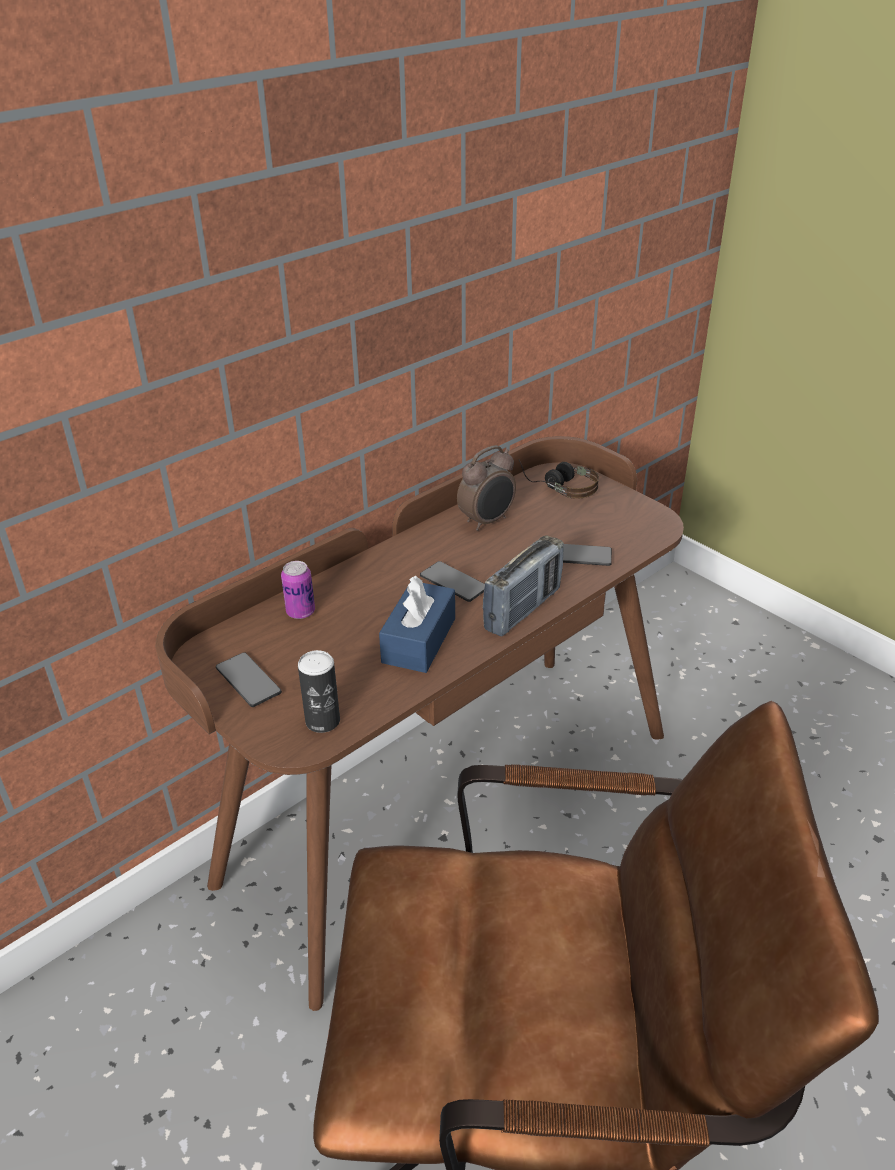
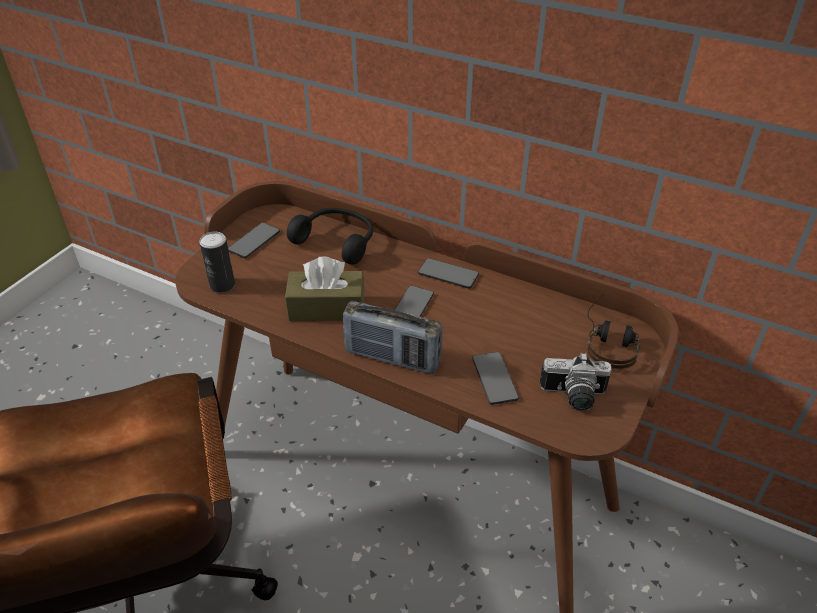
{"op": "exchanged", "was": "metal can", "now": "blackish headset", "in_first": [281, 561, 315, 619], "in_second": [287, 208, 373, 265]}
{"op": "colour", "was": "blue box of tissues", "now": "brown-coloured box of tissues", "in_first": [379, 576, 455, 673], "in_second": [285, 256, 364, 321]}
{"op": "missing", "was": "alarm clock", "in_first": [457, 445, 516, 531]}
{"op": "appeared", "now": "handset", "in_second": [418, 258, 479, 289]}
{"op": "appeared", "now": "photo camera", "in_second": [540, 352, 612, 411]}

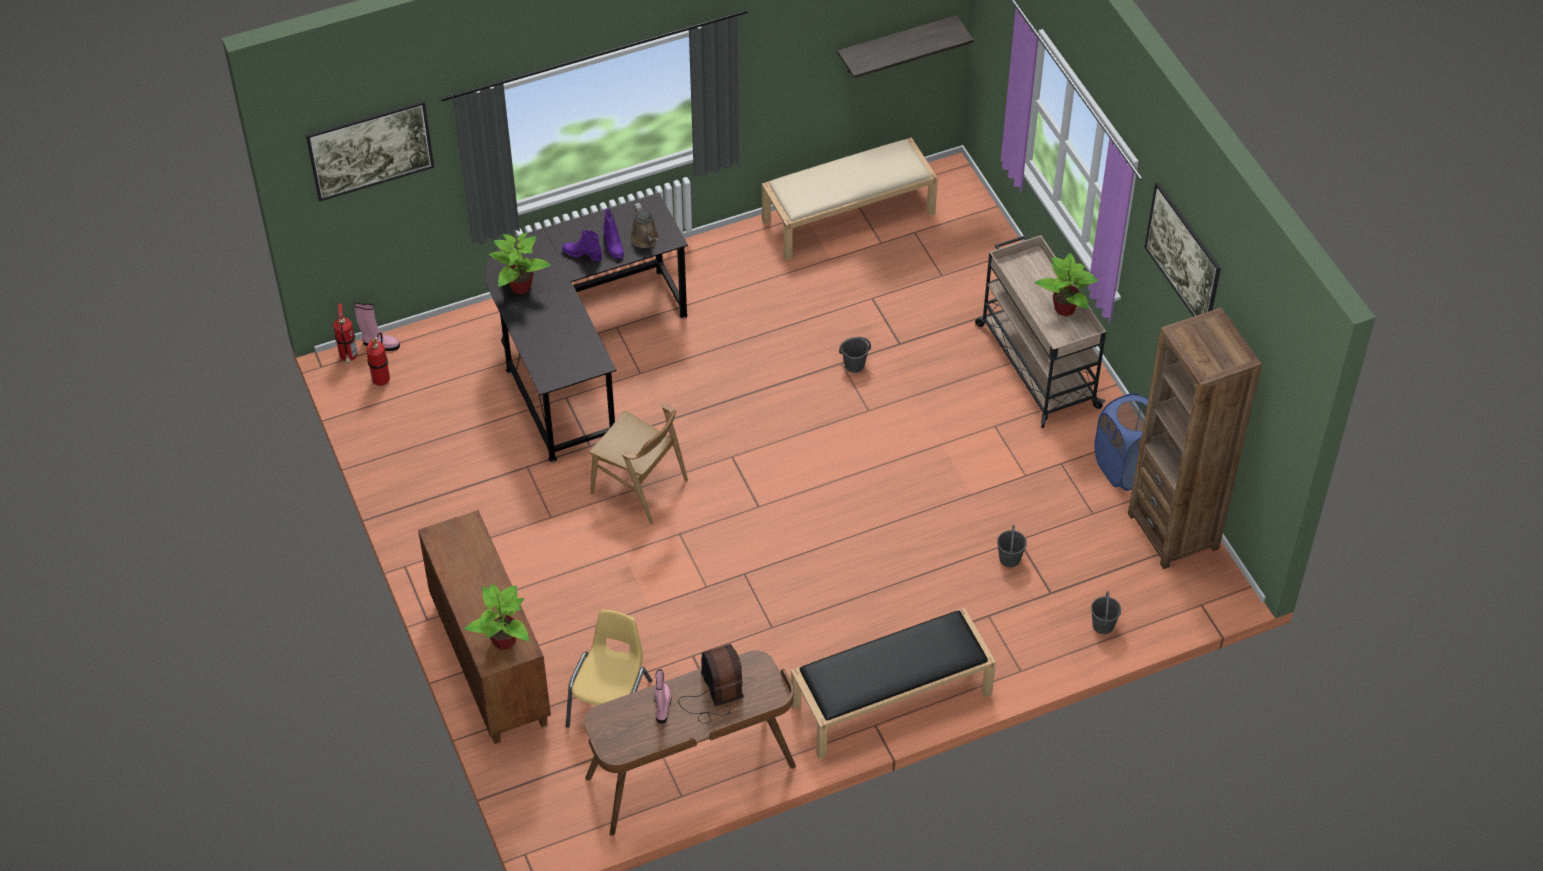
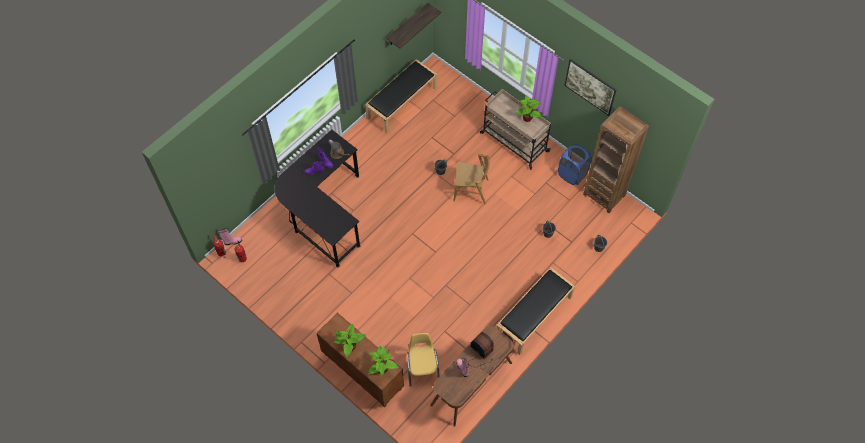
{"op": "missing", "was": "wall picture", "in_first": [306, 100, 434, 202]}
{"op": "relocated", "was": "plant in a pot", "in_first": [489, 233, 551, 295], "in_second": [334, 324, 366, 357]}
{"op": "relocated", "was": "brown-coloured upright chair", "in_first": [590, 403, 688, 524], "in_second": [453, 154, 490, 204]}
{"op": "colour", "was": "sand-coloured long seat", "now": "blackish long seat", "in_first": [762, 137, 938, 261], "in_second": [365, 59, 437, 134]}

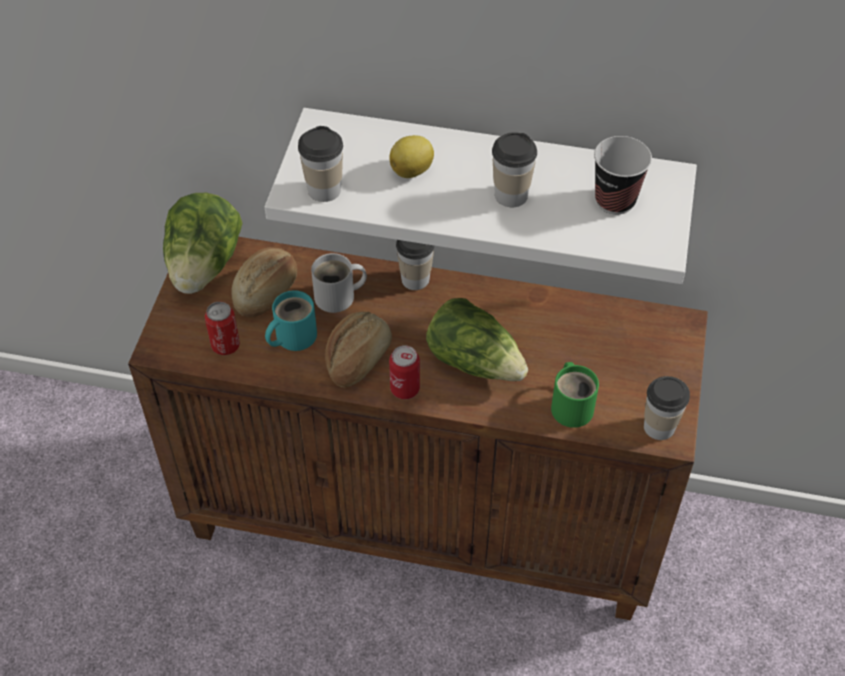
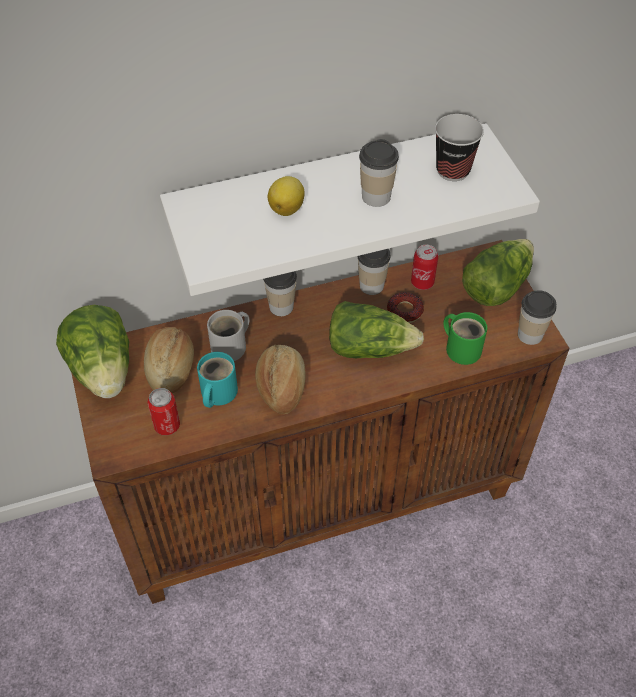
{"op": "relocated", "was": "cup", "in_first": [298, 126, 343, 202], "in_second": [357, 249, 390, 295]}
{"op": "relocated", "was": "metal can", "in_first": [389, 345, 420, 399], "in_second": [411, 245, 438, 290]}
{"op": "appeared", "now": "donut", "in_second": [387, 292, 424, 323]}
{"op": "appeared", "now": "lettuce", "in_second": [462, 239, 534, 306]}

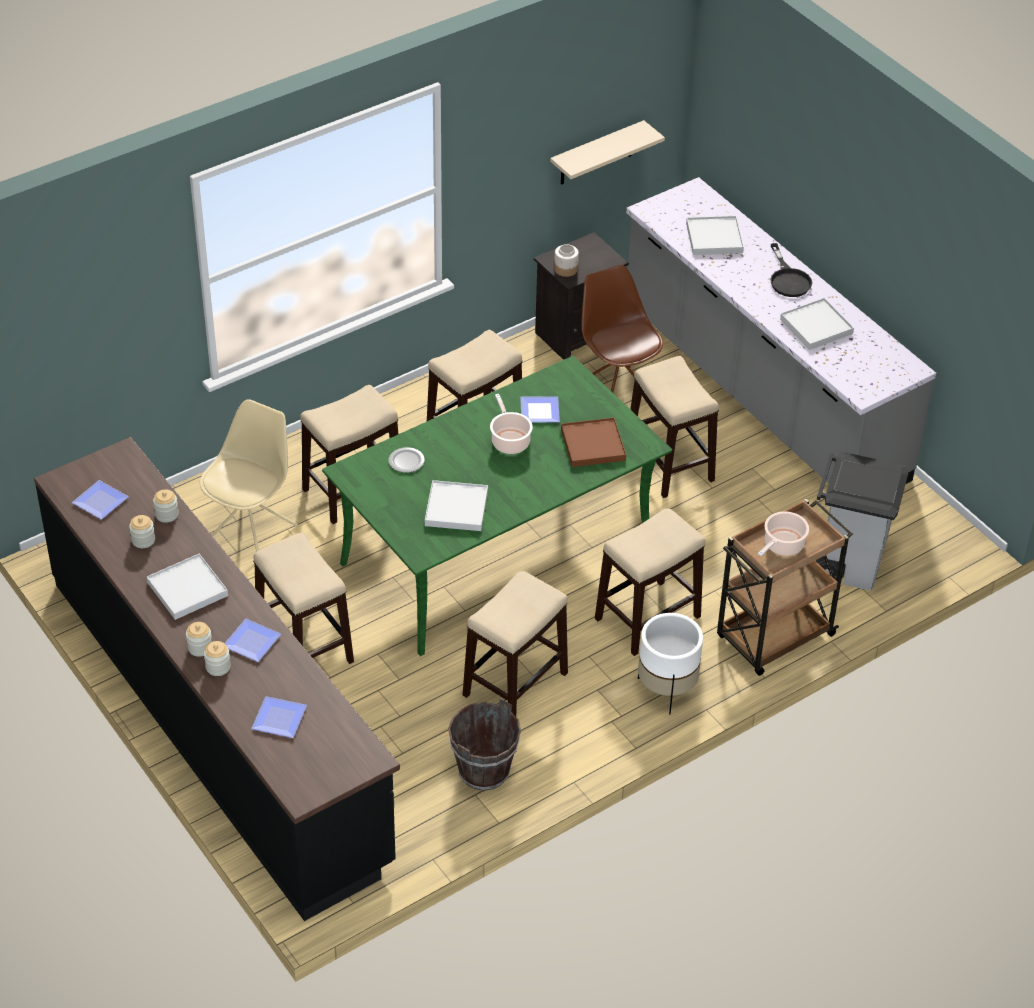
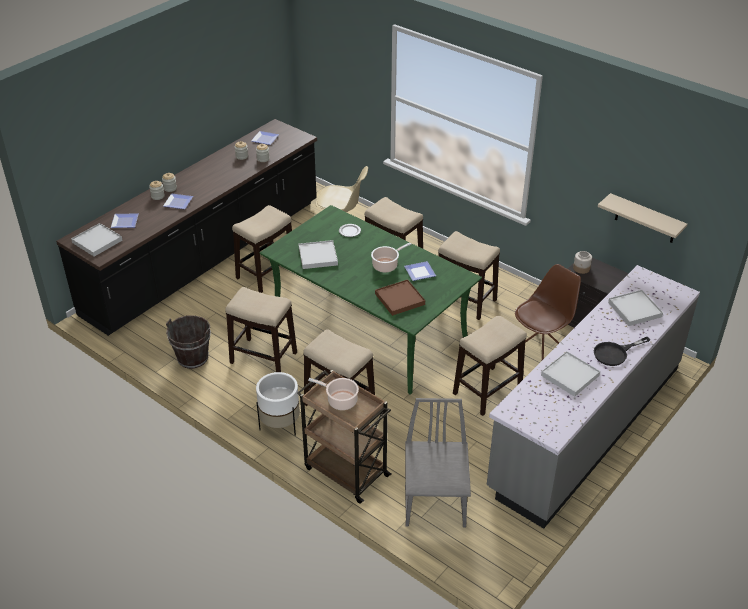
{"op": "relocated", "was": "white-coloured serving tray", "in_first": [147, 554, 228, 620], "in_second": [71, 223, 123, 257]}
{"op": "exchanged", "was": "grey trash can", "now": "grey upright chair", "in_first": [816, 452, 908, 591], "in_second": [405, 398, 471, 528]}

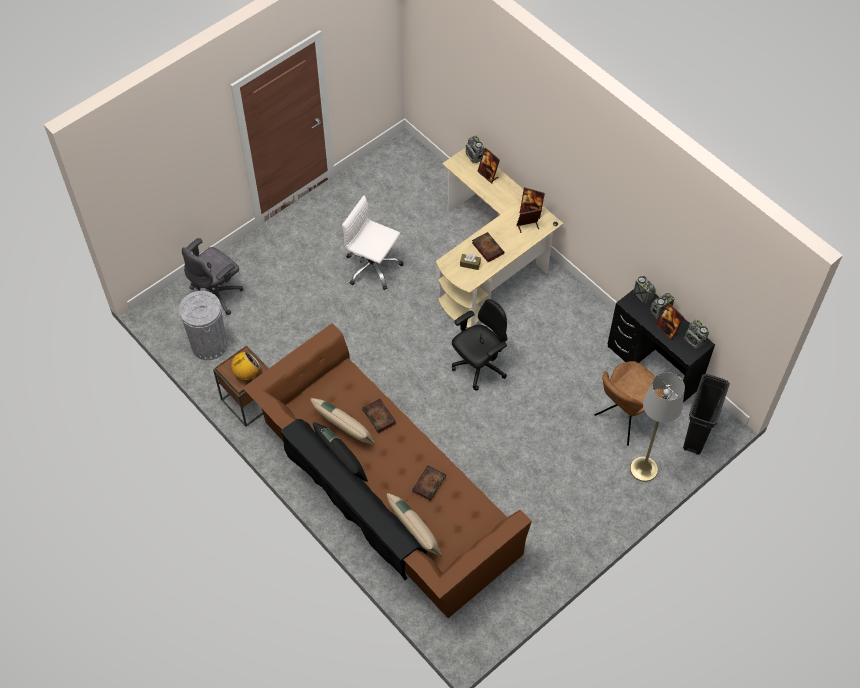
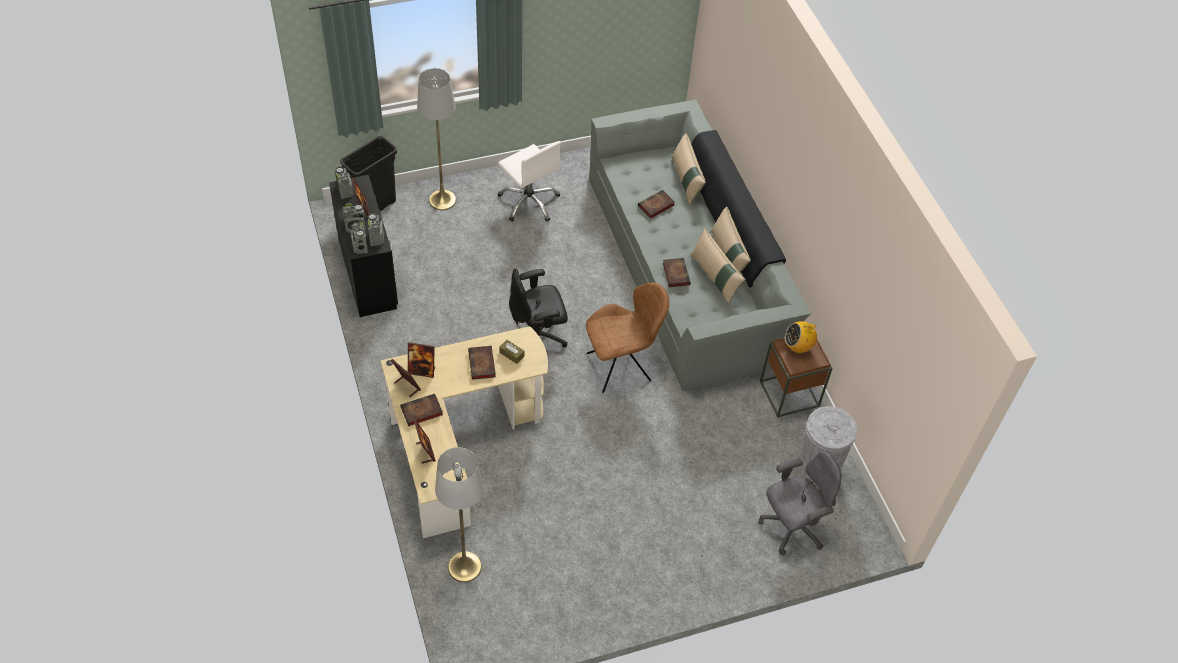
{"op": "colour", "was": "brown-coloured sofa", "now": "grey sofa", "in_first": [243, 323, 532, 618], "in_second": [589, 100, 811, 391]}
{"op": "colour", "was": "blackish pillow", "now": "sand-coloured pillow", "in_first": [313, 422, 368, 482], "in_second": [711, 206, 751, 273]}
{"op": "relocated", "was": "white-coloured desk chair", "in_first": [342, 196, 404, 290], "in_second": [498, 141, 561, 222]}
{"op": "relocated", "was": "radio set", "in_first": [466, 136, 484, 163], "in_second": [368, 213, 384, 246]}
{"op": "relocated", "was": "brown-coloured upright chair", "in_first": [595, 361, 665, 446], "in_second": [586, 282, 669, 393]}
{"op": "appeared", "now": "bound book", "in_second": [400, 394, 443, 426]}
{"op": "appeared", "now": "grey standing lamp", "in_second": [435, 447, 483, 582]}

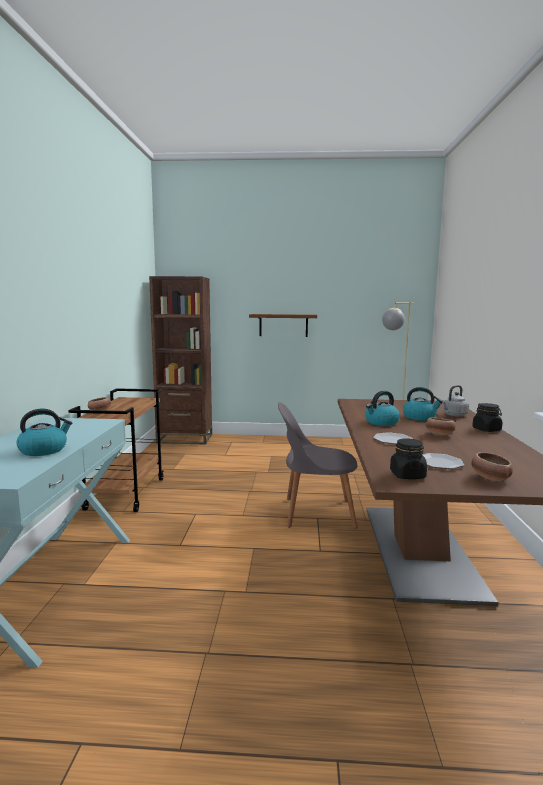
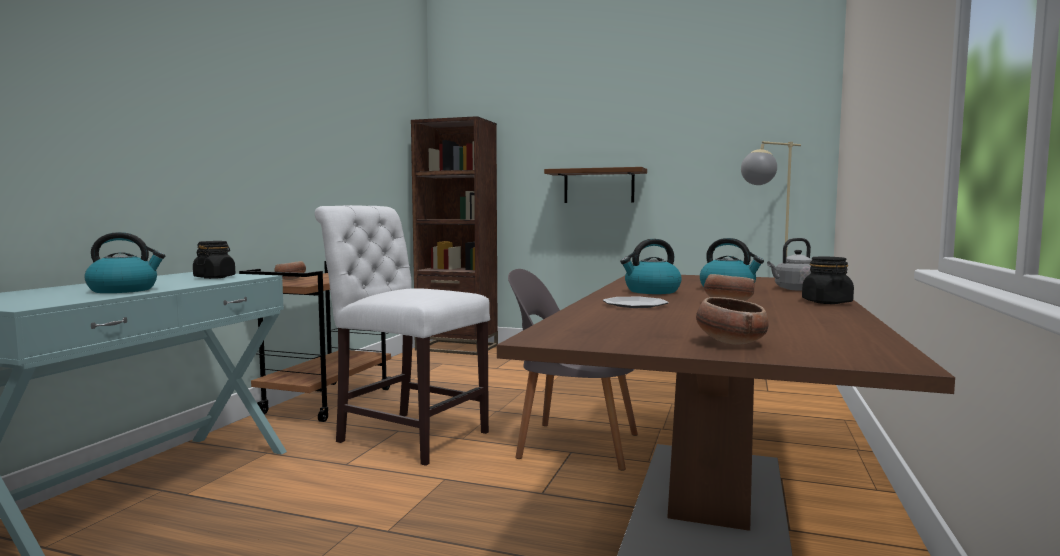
{"op": "relocated", "was": "blackish storage jar", "in_first": [390, 438, 427, 479], "in_second": [193, 241, 235, 279]}
{"op": "missing", "was": "dinner plate", "in_first": [422, 453, 464, 469]}
{"op": "appeared", "now": "white-coloured upright chair", "in_second": [315, 205, 490, 466]}

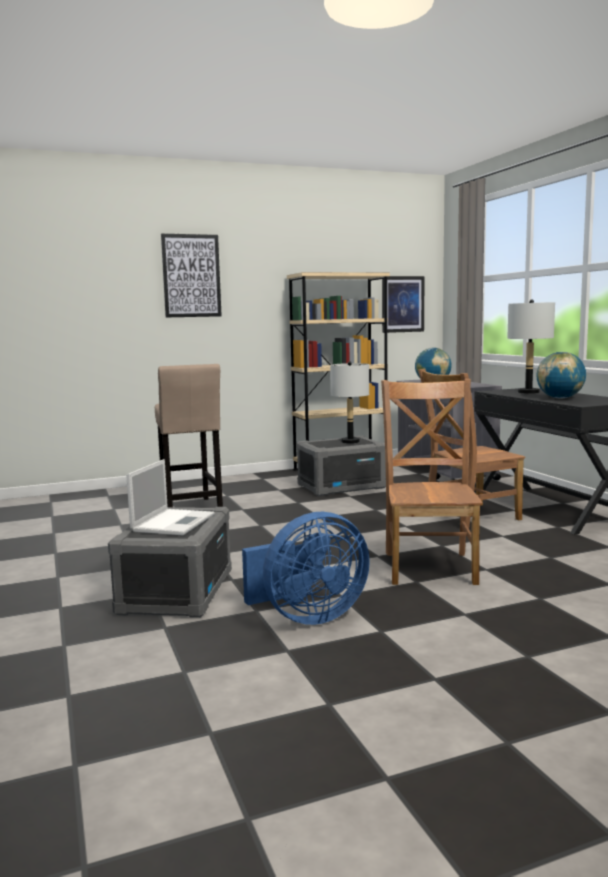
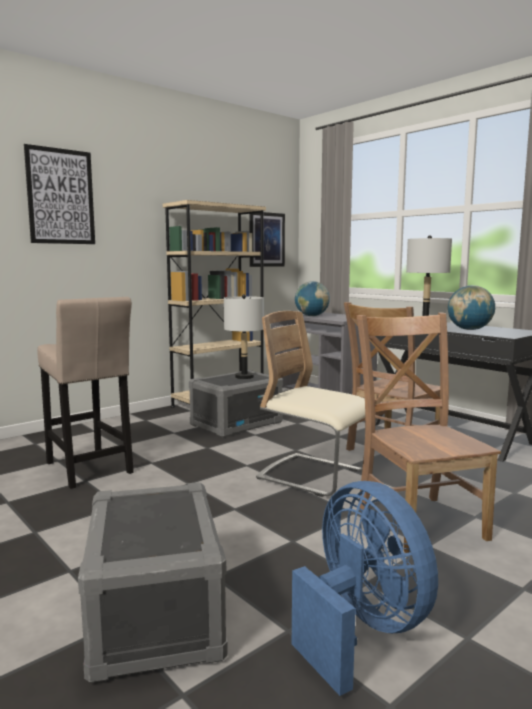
{"op": "missing", "was": "laptop", "in_first": [126, 459, 214, 535]}
{"op": "spun", "was": "blue fan", "in_first": [242, 512, 370, 625], "in_second": [292, 481, 438, 696], "clockwise": -75}
{"op": "appeared", "now": "sand-coloured upright chair", "in_second": [256, 311, 365, 497]}

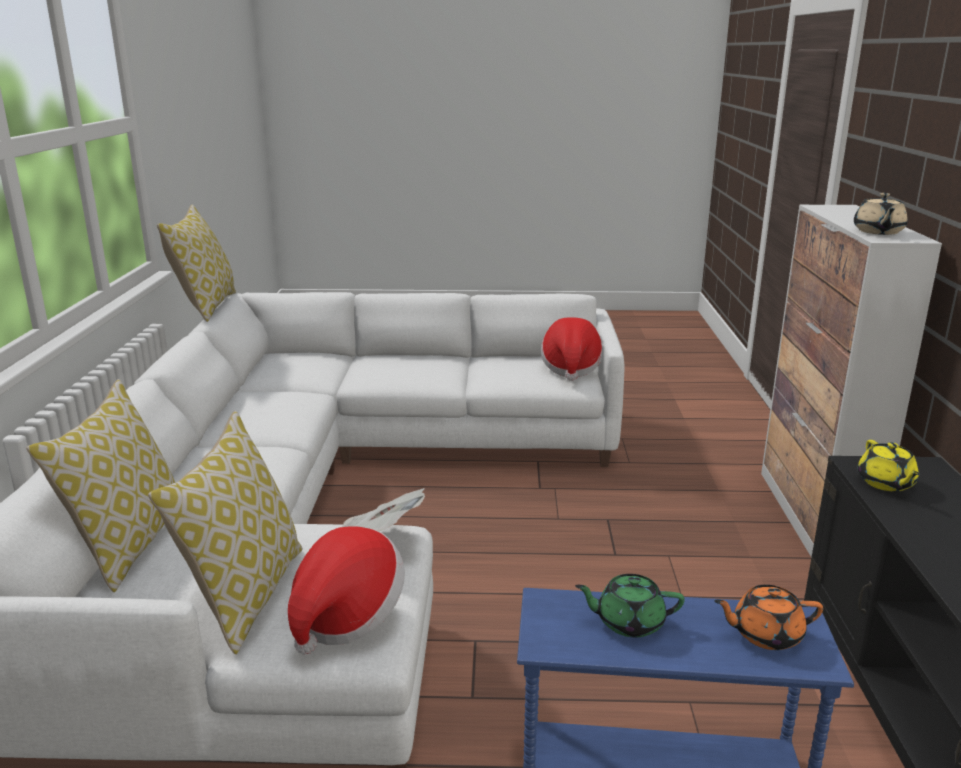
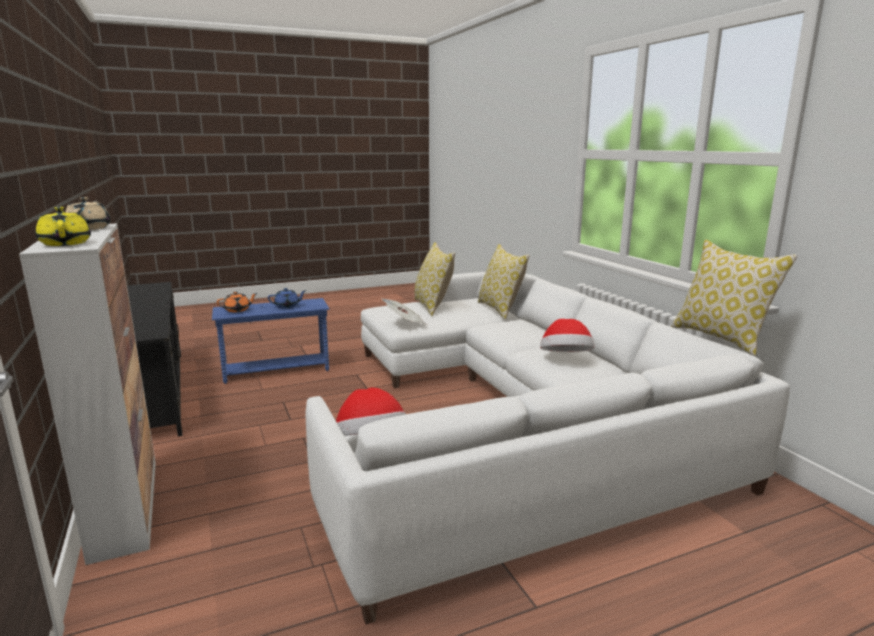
{"op": "relocated", "was": "hat", "in_first": [288, 526, 405, 655], "in_second": [540, 319, 594, 352]}
{"op": "colour", "was": "green-coloured teapot", "now": "blue teapot", "in_first": [575, 574, 684, 637], "in_second": [268, 288, 307, 308]}
{"op": "relocated", "was": "yellowish teapot", "in_first": [857, 440, 920, 492], "in_second": [35, 207, 91, 246]}

